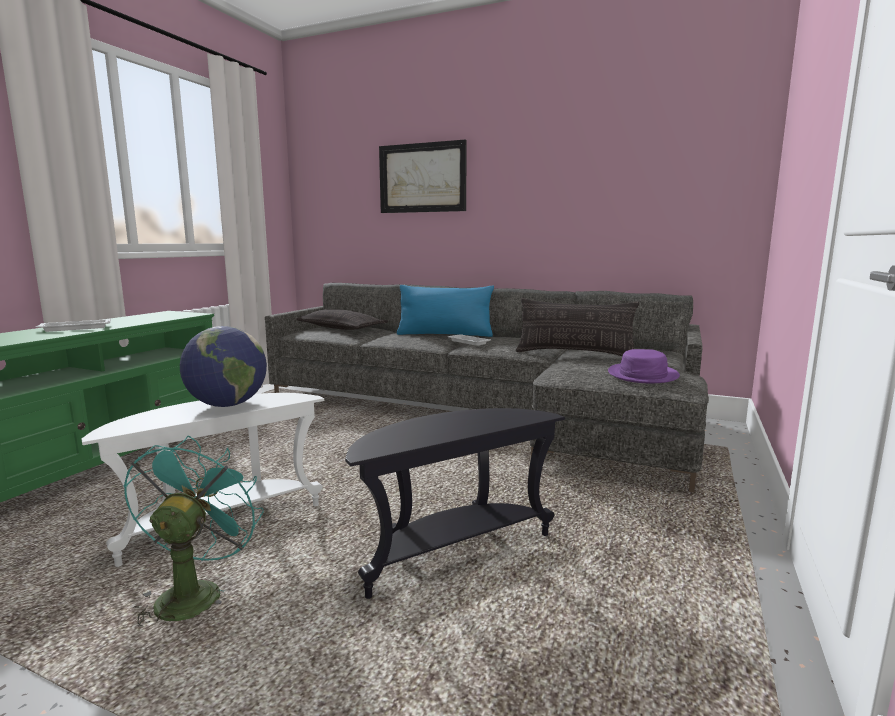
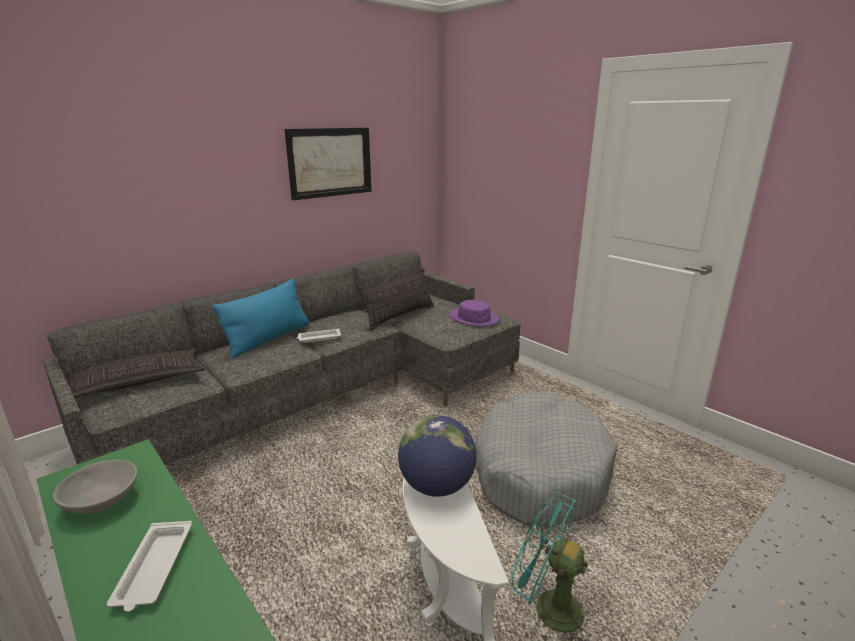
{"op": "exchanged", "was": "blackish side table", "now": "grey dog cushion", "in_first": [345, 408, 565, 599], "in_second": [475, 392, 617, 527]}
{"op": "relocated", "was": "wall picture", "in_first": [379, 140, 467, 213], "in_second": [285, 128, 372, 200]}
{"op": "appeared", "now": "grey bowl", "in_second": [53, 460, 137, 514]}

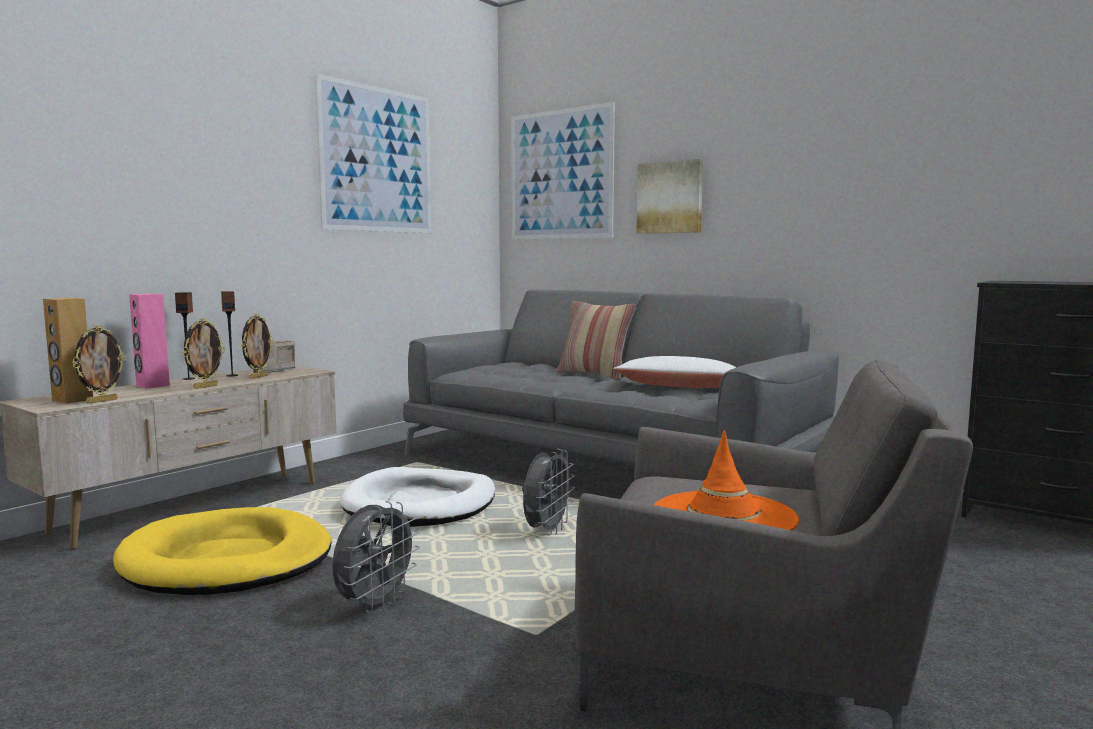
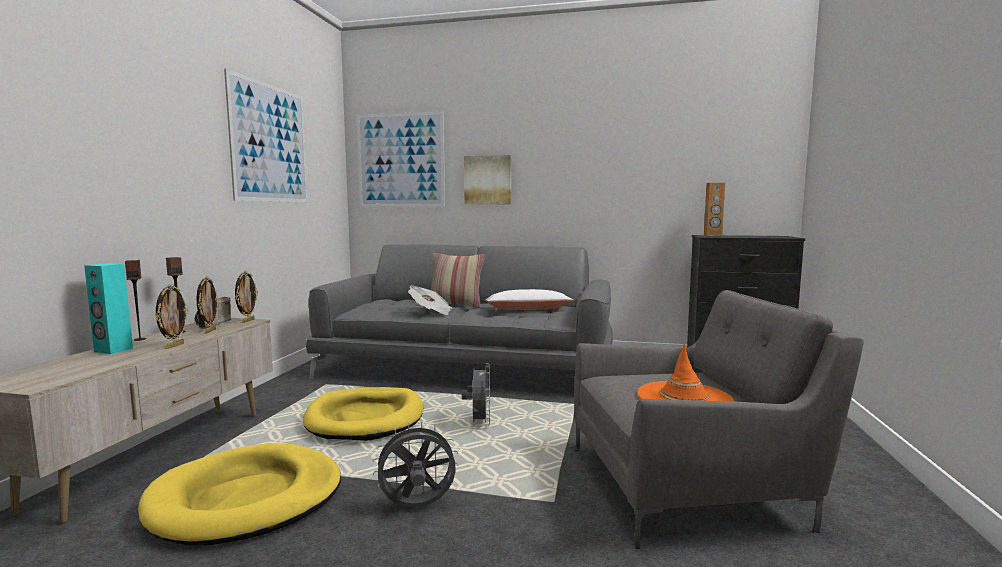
{"op": "relocated", "was": "brown-coloured loudspeaker", "in_first": [43, 298, 93, 404], "in_second": [704, 182, 725, 236]}
{"op": "relocated", "was": "photo frame", "in_first": [72, 325, 126, 404], "in_second": [235, 271, 258, 323]}
{"op": "colour", "was": "pinkish loudspeaker", "now": "turquoise-coloured loudspeaker", "in_first": [129, 294, 170, 389], "in_second": [84, 263, 133, 354]}
{"op": "spun", "was": "grey fan", "in_first": [332, 501, 420, 613], "in_second": [373, 422, 458, 508], "clockwise": -105}
{"op": "colour", "was": "white-coloured dog cushion", "now": "yellowish dog cushion", "in_first": [340, 467, 495, 527], "in_second": [303, 387, 423, 441]}
{"op": "appeared", "now": "newspaper", "in_second": [408, 286, 452, 315]}

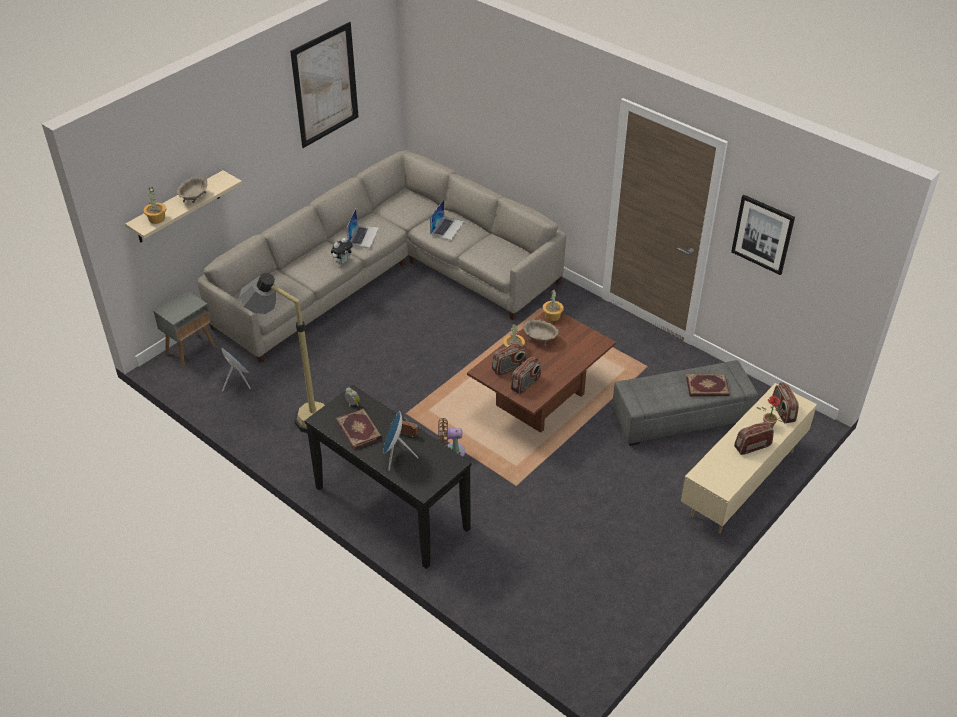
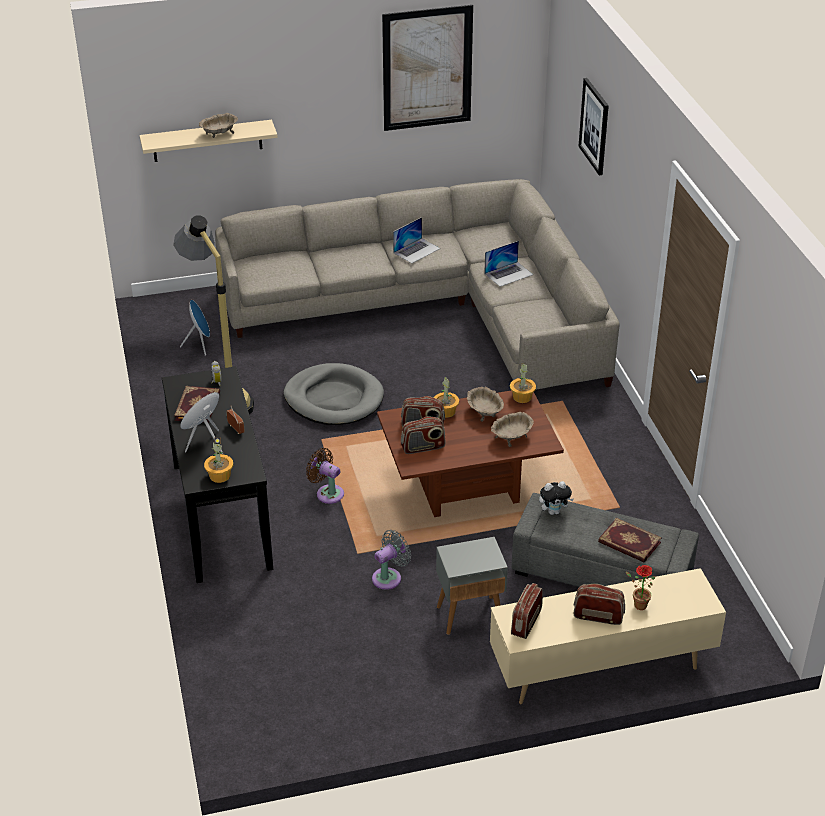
{"op": "relocated", "was": "plant in a pot", "in_first": [143, 187, 166, 224], "in_second": [204, 438, 233, 483]}
{"op": "relocated", "was": "grey side table", "in_first": [153, 290, 215, 367], "in_second": [436, 537, 508, 635]}
{"op": "relocated", "was": "plush toy", "in_first": [331, 238, 353, 264], "in_second": [539, 481, 574, 515]}
{"op": "relocated", "was": "wall picture", "in_first": [731, 195, 795, 275], "in_second": [579, 78, 609, 175]}
{"op": "relocated", "was": "radio set", "in_first": [772, 382, 799, 423], "in_second": [511, 583, 543, 639]}
{"op": "appeared", "now": "grey dog cushion", "in_second": [284, 363, 384, 425]}
{"op": "appeared", "now": "grey fan", "in_second": [372, 530, 411, 590]}
{"op": "appeared", "now": "sand-coloured bowl", "in_second": [491, 412, 534, 447]}

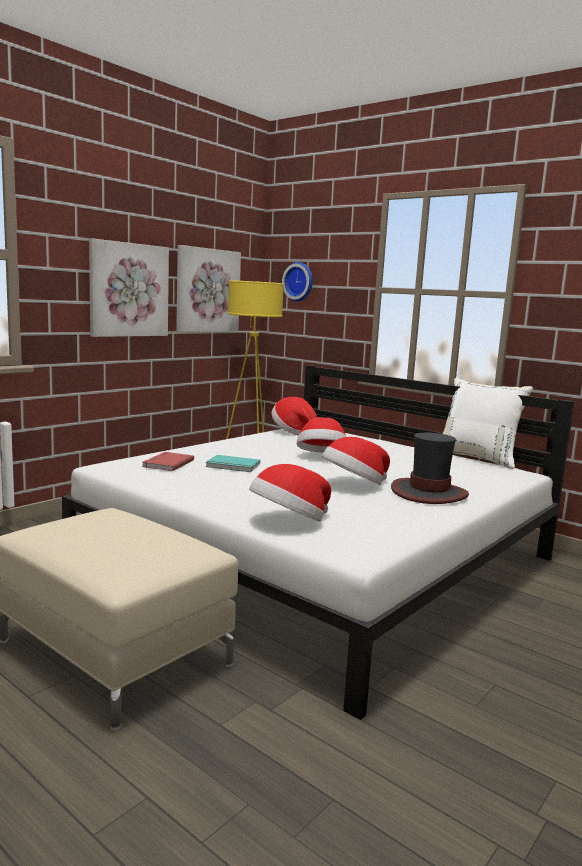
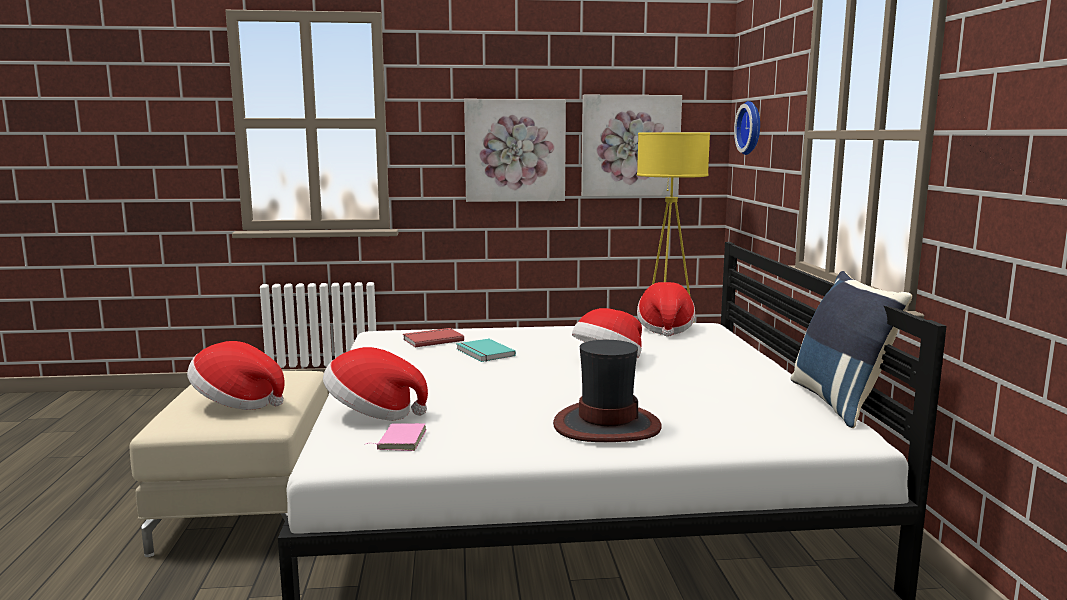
{"op": "relocated", "was": "hat", "in_first": [322, 437, 390, 485], "in_second": [187, 341, 284, 410]}
{"op": "colour", "was": "white-coloured pillow", "now": "blue pillow", "in_first": [443, 378, 533, 469], "in_second": [791, 271, 912, 428]}
{"op": "appeared", "now": "pinkish bound book", "in_second": [366, 423, 427, 451]}

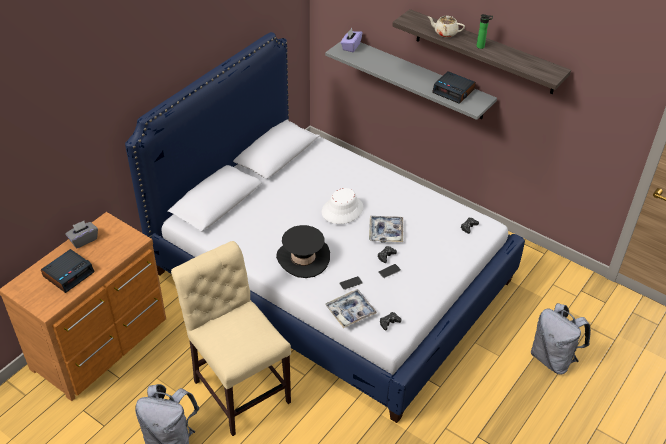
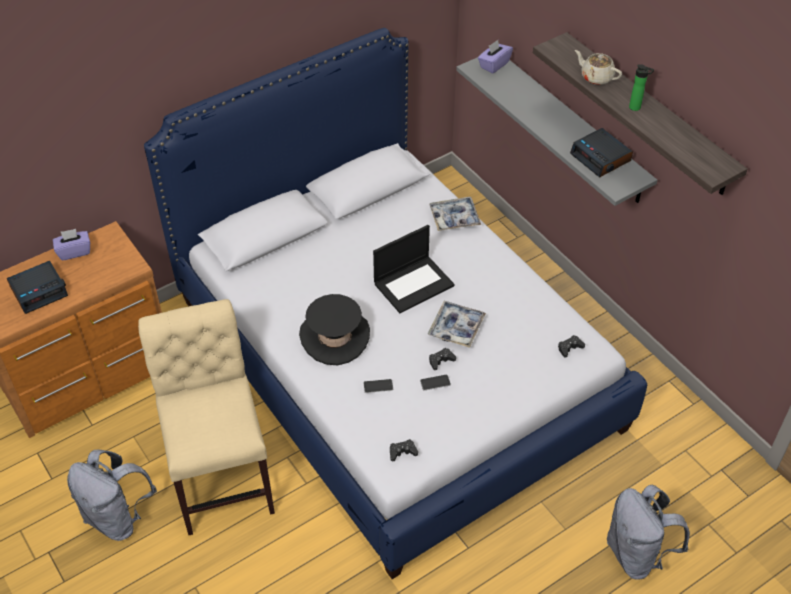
{"op": "colour", "was": "grey box of tissues", "now": "purple-coloured box of tissues", "in_first": [65, 221, 98, 248], "in_second": [53, 229, 90, 261]}
{"op": "exchanged", "was": "white-coloured hat", "now": "laptop", "in_first": [322, 188, 363, 224], "in_second": [373, 225, 455, 313]}
{"op": "relocated", "was": "serving tray", "in_first": [325, 289, 377, 328], "in_second": [429, 197, 481, 231]}

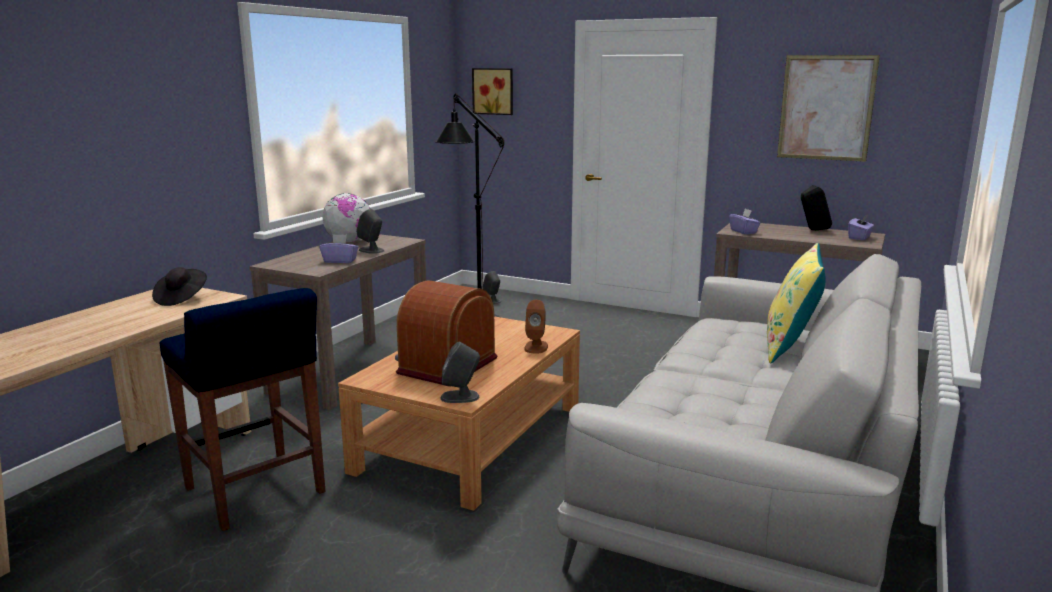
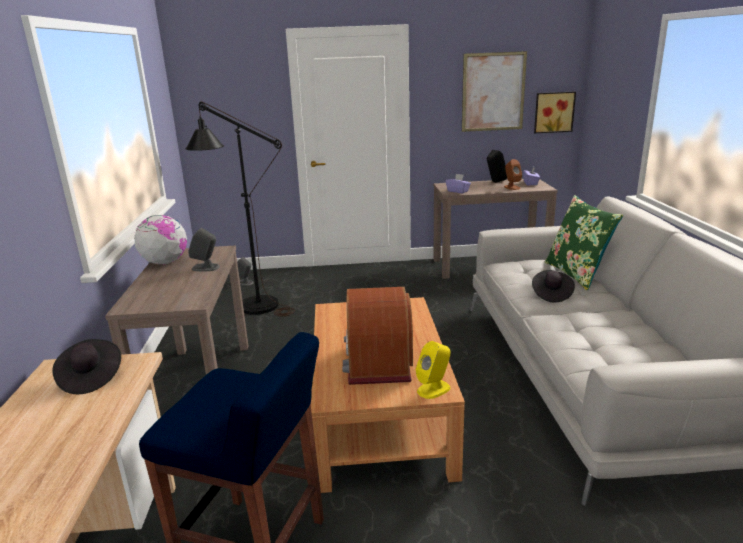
{"op": "missing", "was": "purple-coloured box of tissues", "in_first": [319, 234, 358, 263]}
{"op": "colour", "was": "grey loudspeaker", "now": "yellowish loudspeaker", "in_first": [440, 341, 480, 403], "in_second": [416, 341, 450, 399]}
{"op": "relocated", "was": "wall picture", "in_first": [472, 68, 513, 115], "in_second": [534, 91, 576, 133]}
{"op": "relocated", "was": "brown-coloured loudspeaker", "in_first": [524, 300, 548, 353], "in_second": [504, 159, 522, 190]}
{"op": "colour", "was": "yellowish pillow", "now": "green-coloured pillow", "in_first": [767, 243, 826, 364], "in_second": [545, 195, 623, 290]}
{"op": "appeared", "now": "blackish hat", "in_second": [532, 270, 575, 302]}

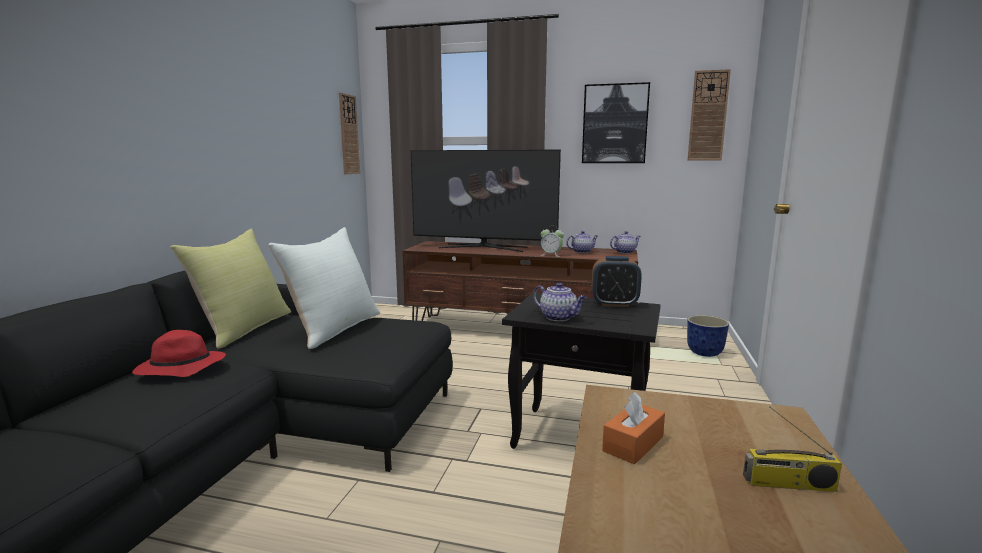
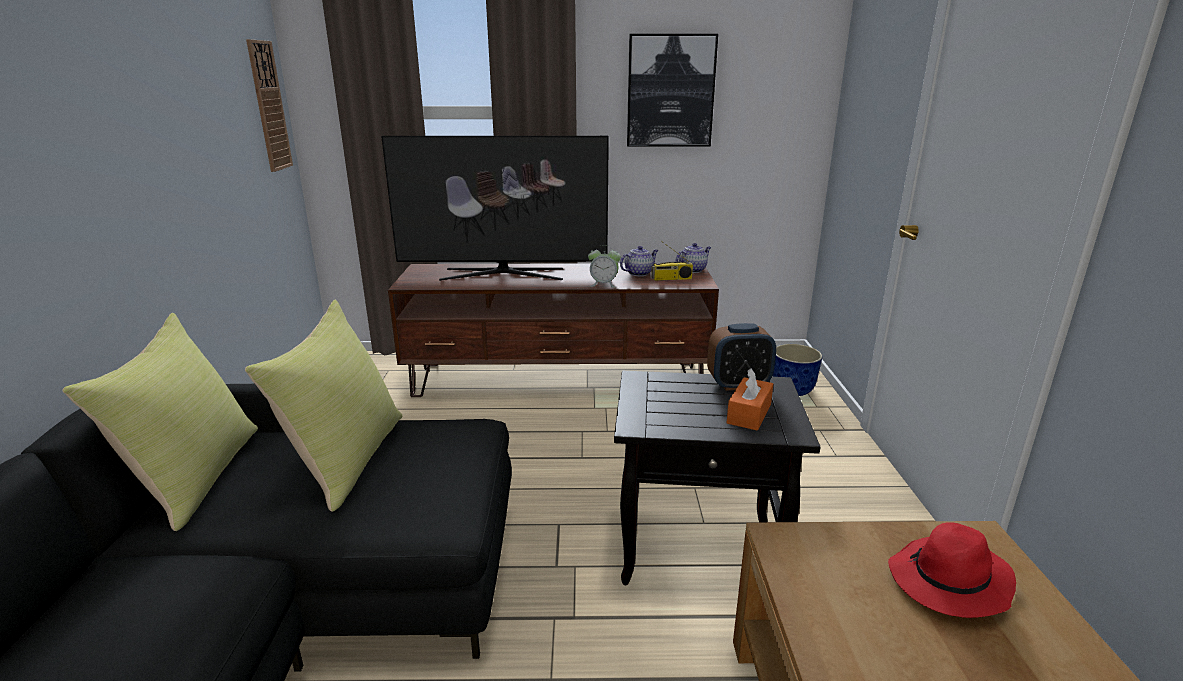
{"op": "relocated", "was": "red-coloured hat", "in_first": [132, 330, 226, 377], "in_second": [888, 522, 1016, 618]}
{"op": "colour", "was": "white-coloured pillow", "now": "yellowish pillow", "in_first": [268, 227, 380, 349], "in_second": [245, 300, 402, 512]}
{"op": "missing", "was": "teapot", "in_first": [533, 282, 587, 321]}
{"op": "relocated", "was": "orange box of tissues", "in_first": [602, 392, 665, 464], "in_second": [726, 368, 773, 431]}
{"op": "missing", "was": "clock on the wall", "in_first": [688, 69, 731, 160]}
{"op": "relocated", "was": "radio set", "in_first": [743, 406, 842, 492], "in_second": [651, 241, 693, 281]}

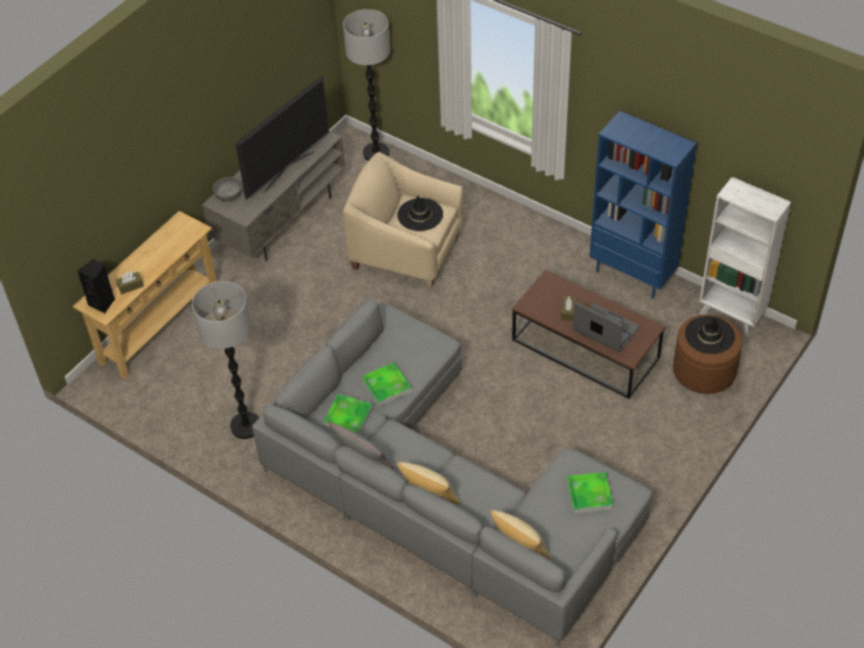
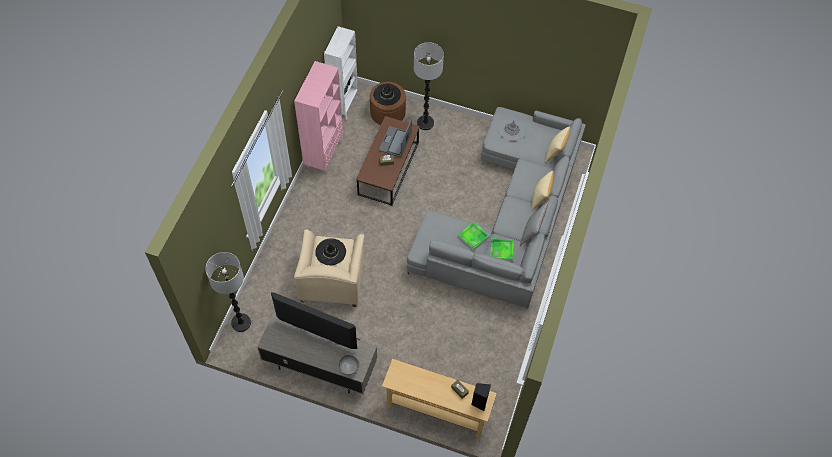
{"op": "relocated", "was": "standing lamp", "in_first": [192, 281, 259, 439], "in_second": [414, 42, 444, 130]}
{"op": "exchanged", "was": "serving tray", "now": "grey hat", "in_first": [566, 472, 613, 514], "in_second": [498, 118, 526, 141]}
{"op": "colour", "was": "blue shelving unit", "now": "pinkish shelving unit", "in_first": [589, 111, 697, 299], "in_second": [294, 61, 343, 174]}

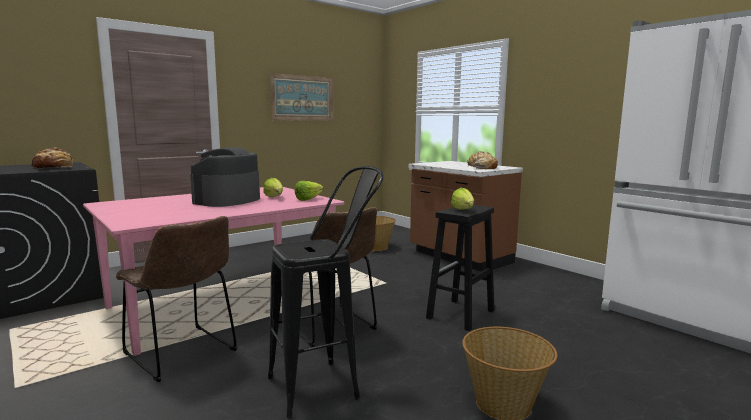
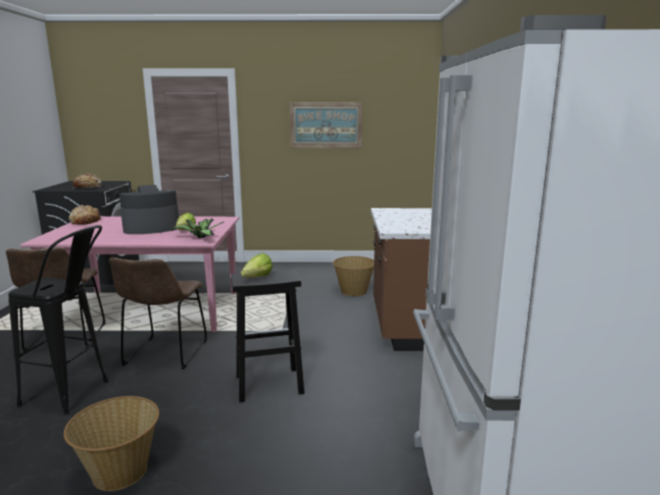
{"op": "exchanged", "was": "lettuce", "now": "plant in a pot", "in_first": [295, 181, 323, 201], "in_second": [171, 218, 223, 239]}
{"op": "relocated", "was": "bread", "in_first": [467, 151, 498, 169], "in_second": [69, 205, 101, 225]}

